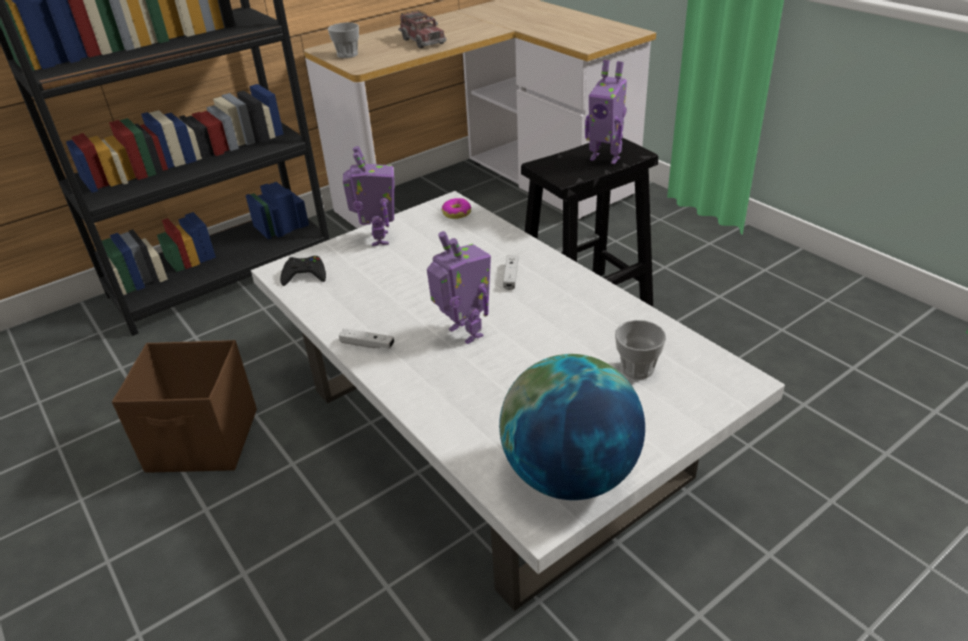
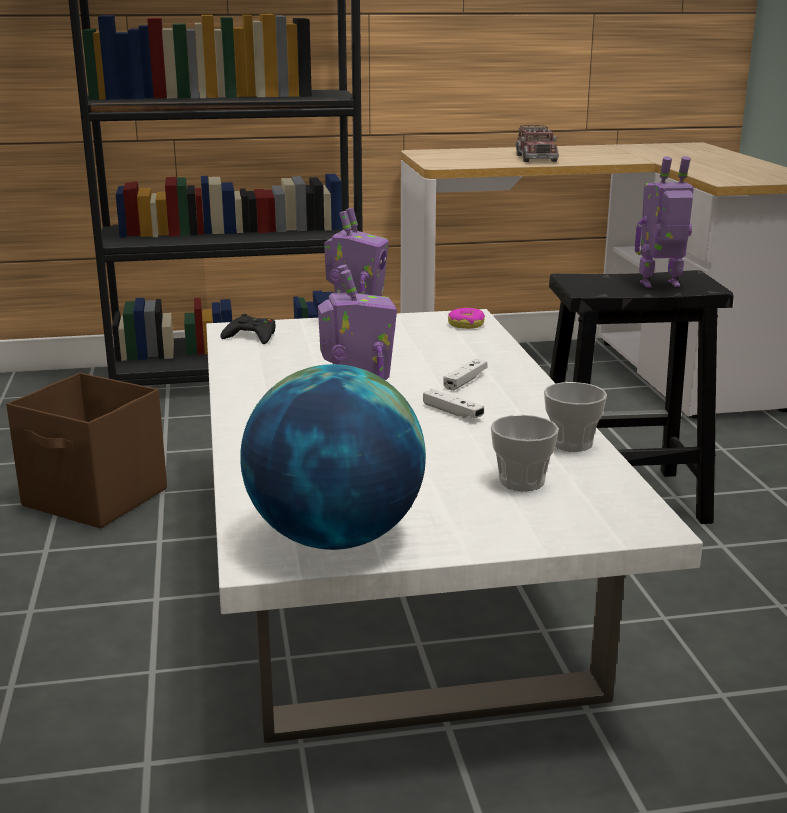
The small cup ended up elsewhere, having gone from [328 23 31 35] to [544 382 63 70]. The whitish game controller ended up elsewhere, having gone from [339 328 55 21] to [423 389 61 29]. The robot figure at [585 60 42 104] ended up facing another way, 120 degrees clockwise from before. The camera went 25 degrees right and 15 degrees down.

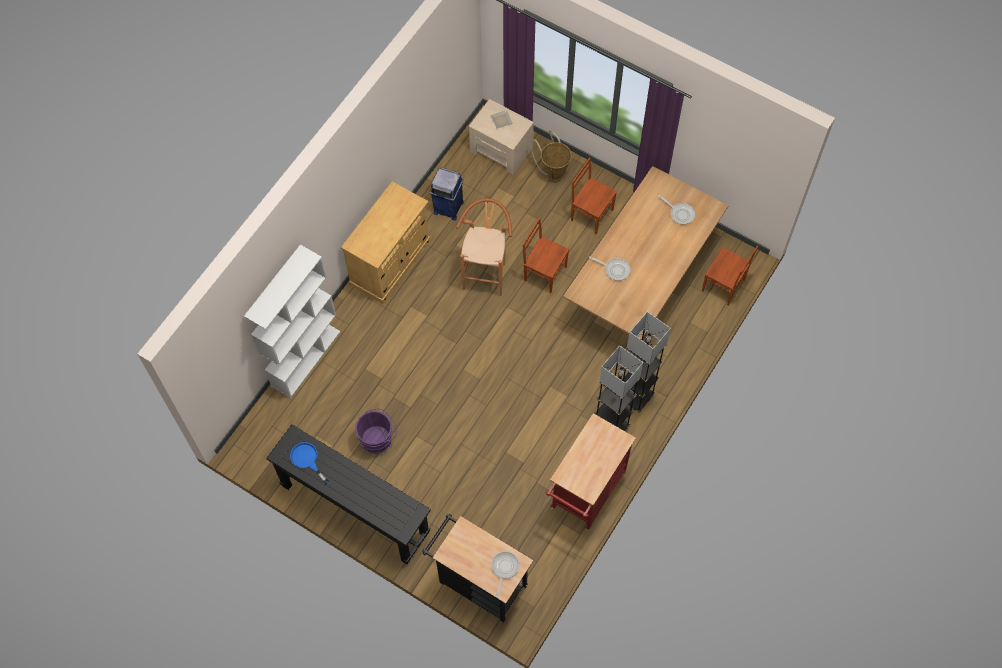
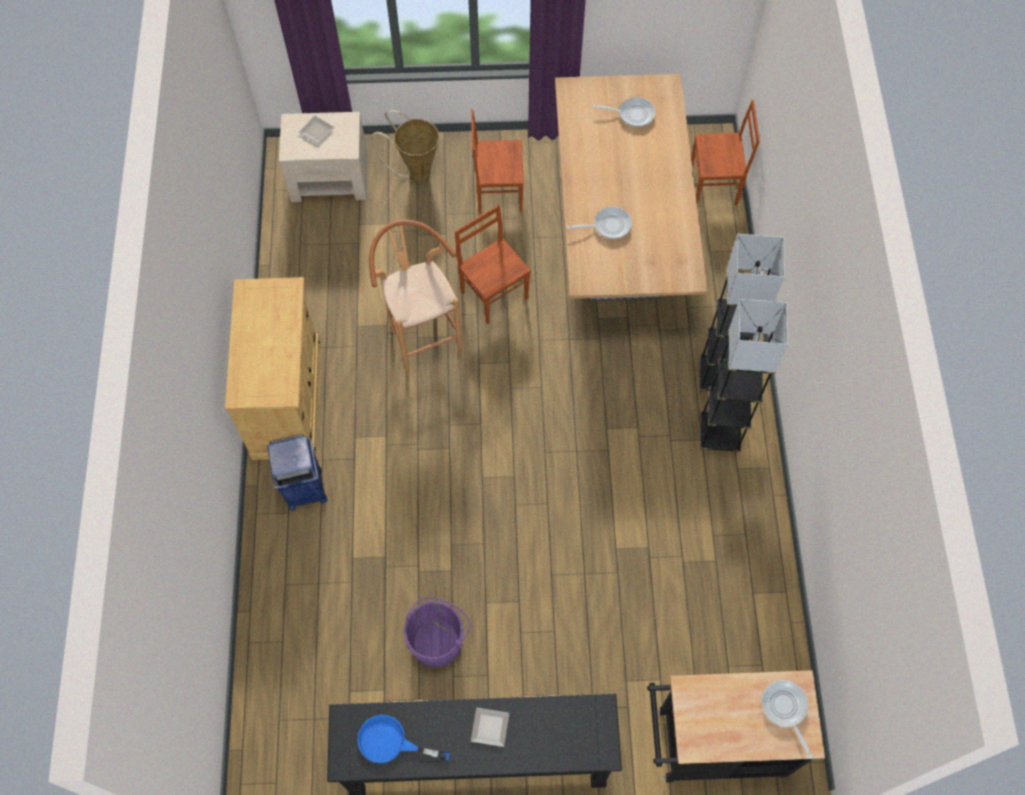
The second view lost the whitish bookcase at [244 245 96 153]. The bluish rubbish bin ended up elsewhere, having gone from [429 167 35 54] to [267 434 61 76]. The brownish chair at [523 218 46 75] ended up facing another way, 60 degrees clockwise from before. The second view lost the red cart at [546 413 90 117]. The second view gained the flat dish at [471 708 38 39]. The camera went 35 degrees left and 0 degrees up.

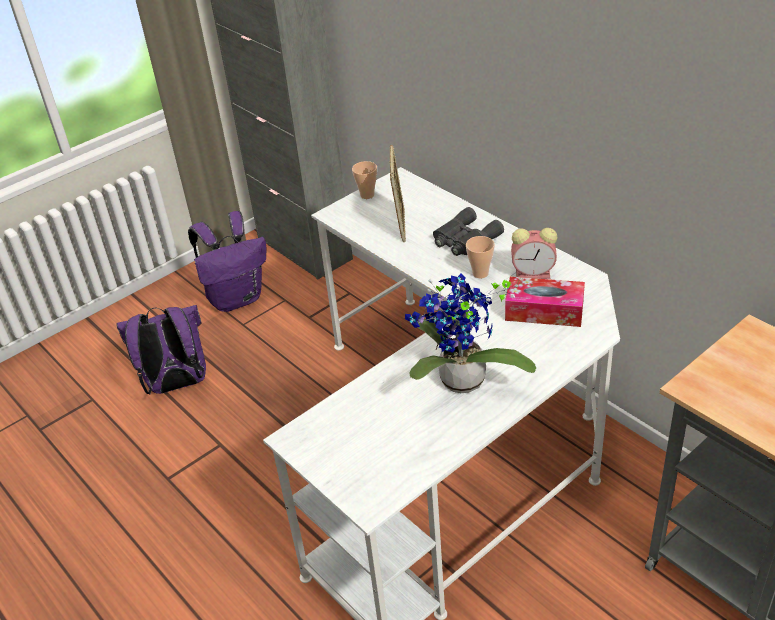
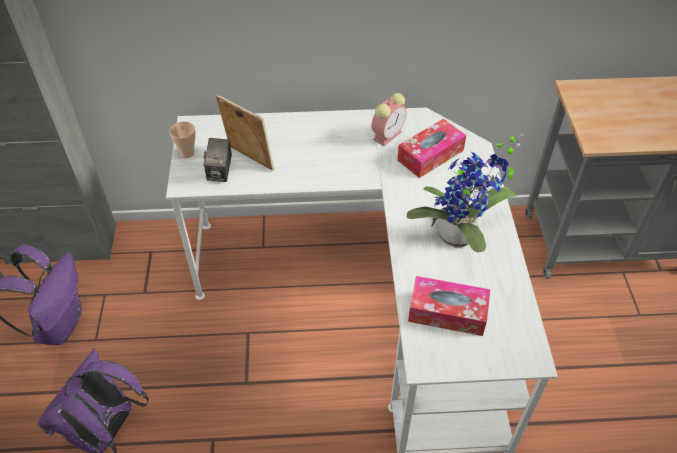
The second view lost the greyish field glasses at [433 207 71 49]. The second view lost the small cup at [466 236 29 42]. The second view gained the photo camera at [204 138 28 44]. The second view gained the box of tissues at [408 276 82 60]. The camera went 55 degrees left and 10 degrees up.

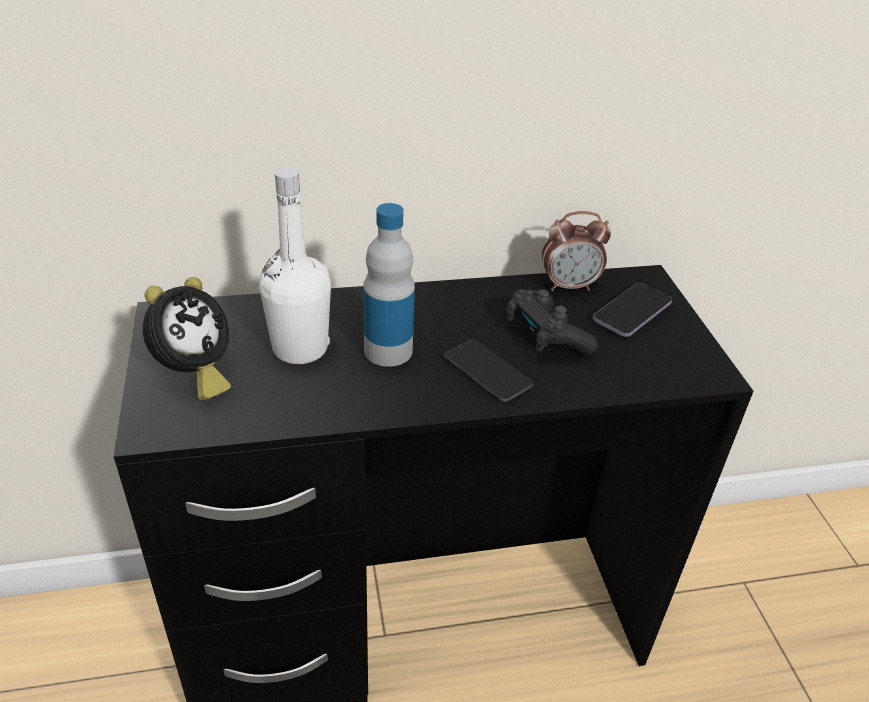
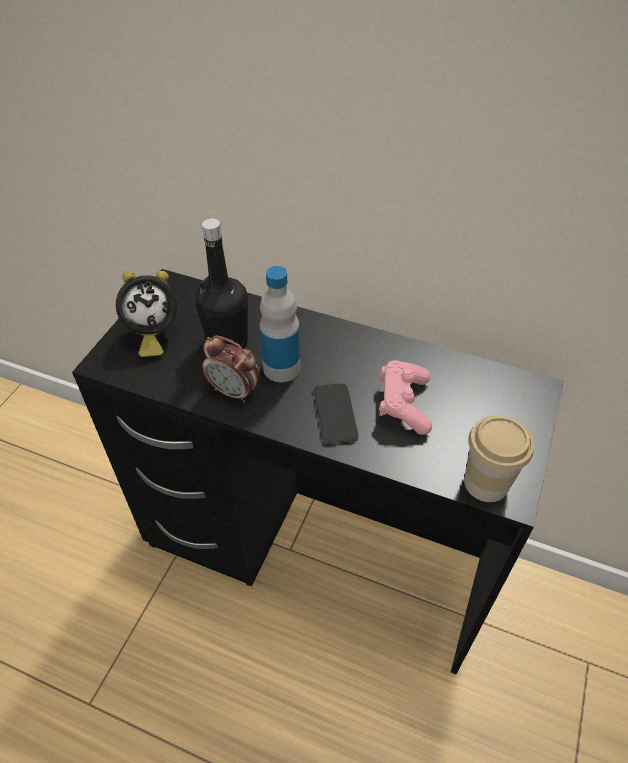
What was the whitish bottle at [259 168 72 196] turned into the blackish bottle at [195 219 53 130]. What was the blackish game controller at [507 289 91 66] turned into the pink game controller at [379 360 53 75]. The table clock ended up elsewhere, having gone from [542 211 69 80] to [202 335 58 68]. The second view lost the phone at [593 283 79 54]. The second view gained the small cup at [464 415 70 87]. The camera went 35 degrees right and 10 degrees up.

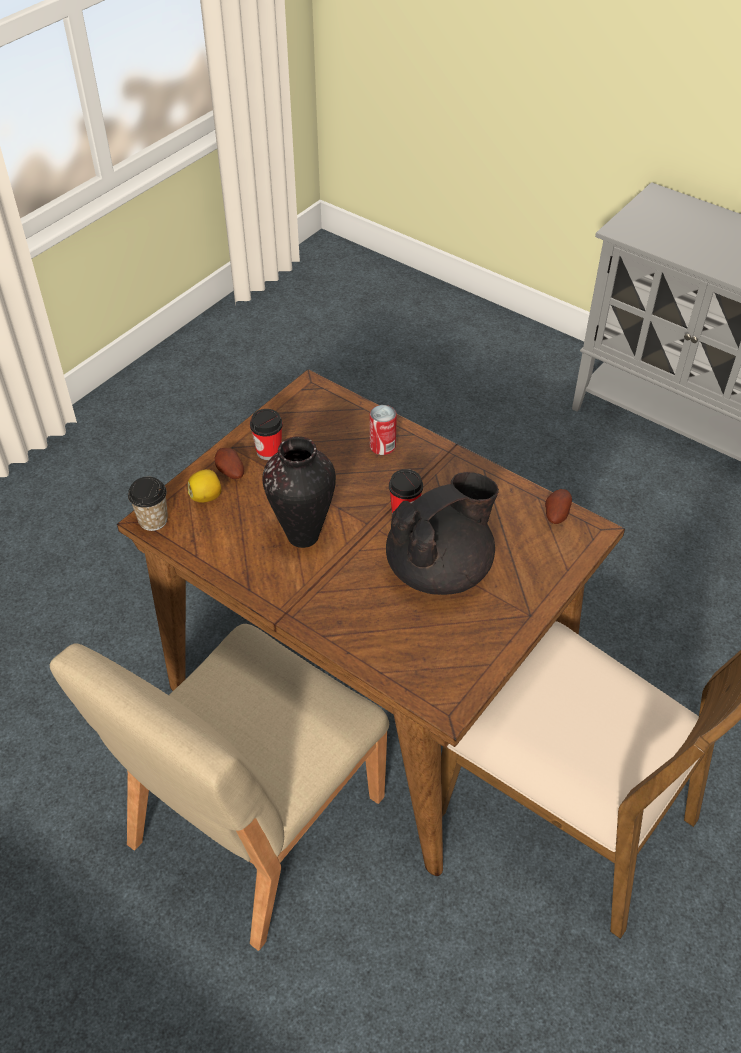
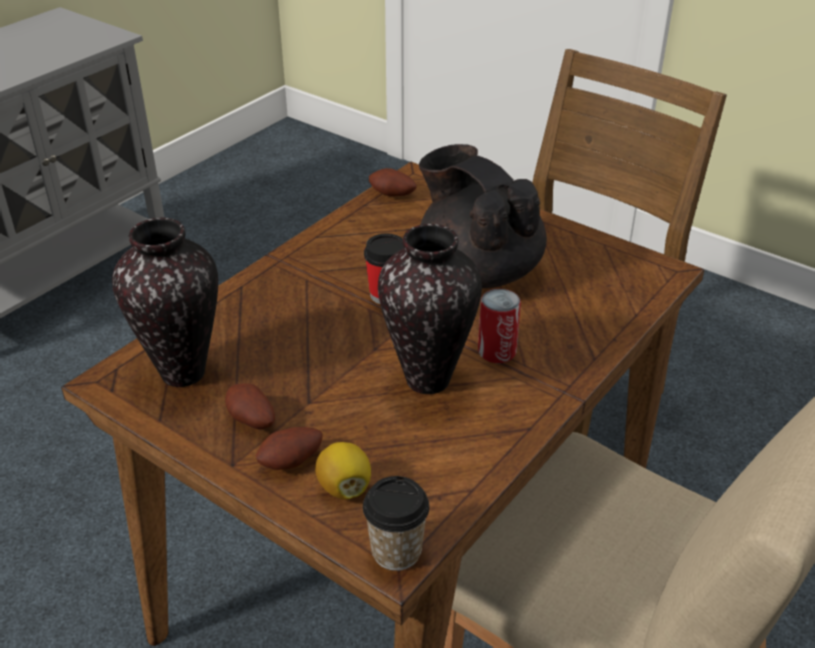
Where the small cup stood at [250 409 33 51], the spud came to stand at [225 383 50 46]. The sealed can ended up elsewhere, having gone from [370 405 27 50] to [478 289 43 74]. The second view gained the decorative vase at [112 218 106 169]. The camera went 90 degrees left and 10 degrees down.

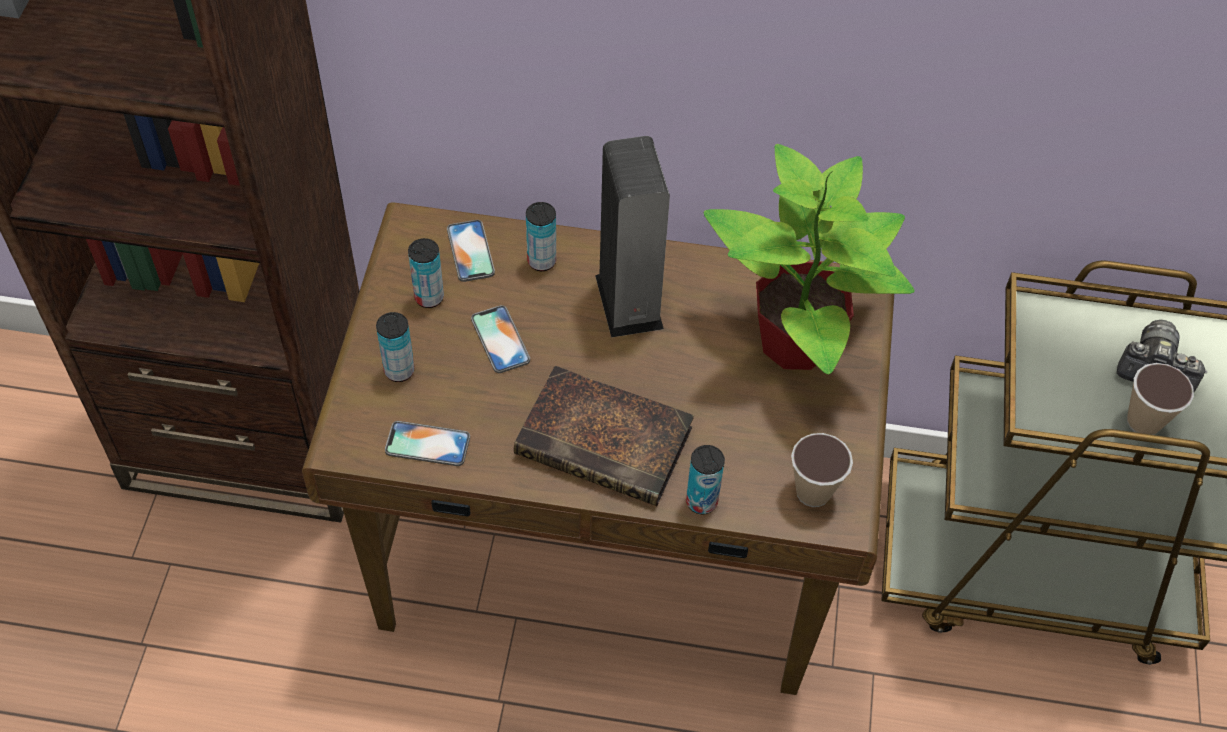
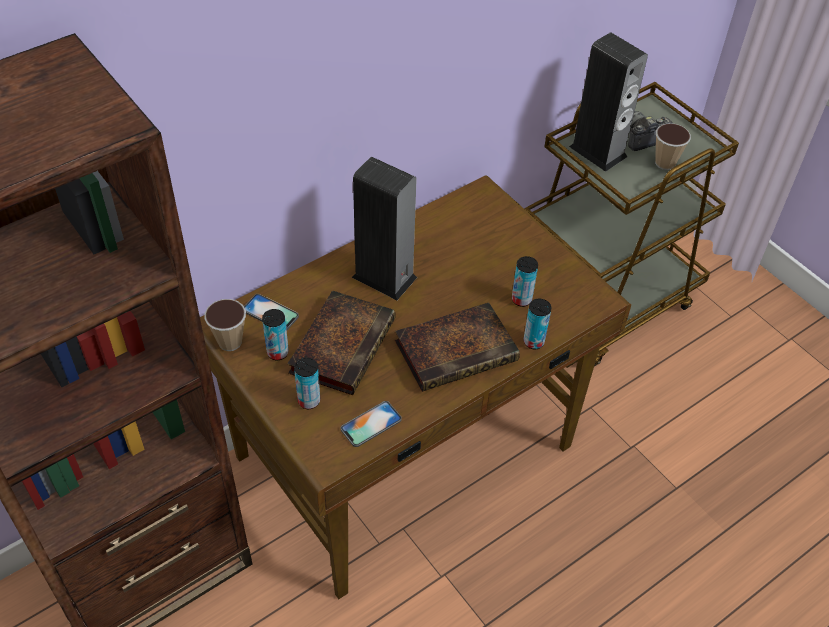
Where the phone stood at [471 305 59 68], the book came to stand at [287 290 109 105]. The sealed can ended up elsewhere, having gone from [526 202 30 69] to [512 256 26 51]. The second view lost the houseplant at [704 144 210 231]. The small cup ended up elsewhere, having gone from [791 433 62 74] to [204 299 42 52]. The second view gained the audio speaker at [569 32 79 140]. The camera went 45 degrees left and 5 degrees down.

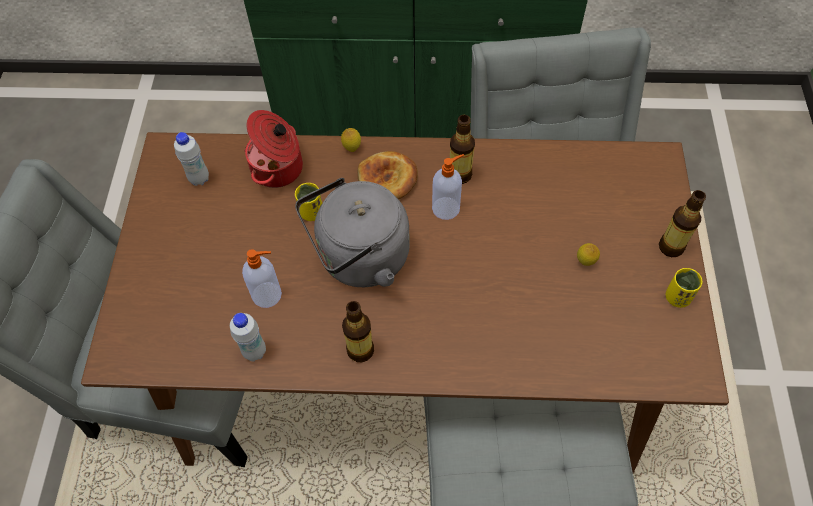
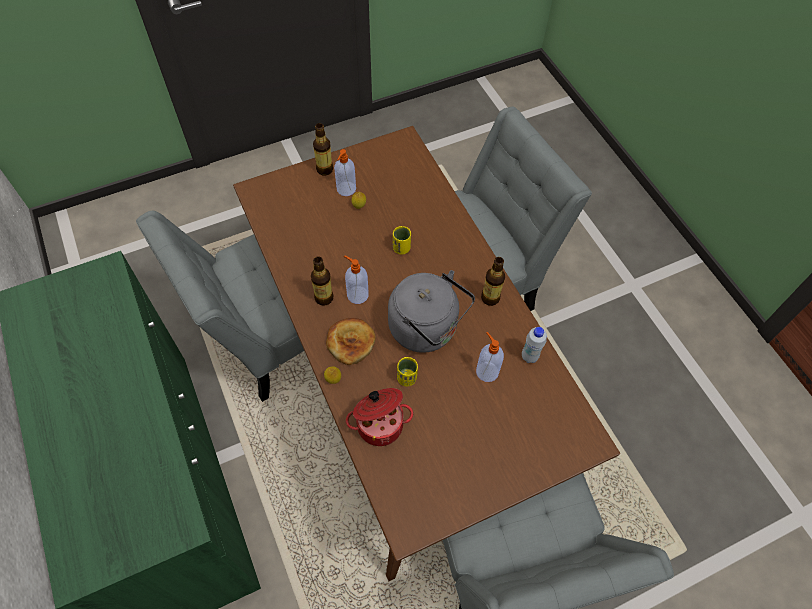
The second view lost the whitish bottle at [174 132 35 54]. The yellow-coloured small cup ended up elsewhere, having gone from [665 268 37 40] to [393 226 18 29]. The second view gained the liquid soap bottle at [334 149 22 47]. The camera went 120 degrees left and 0 degrees up.

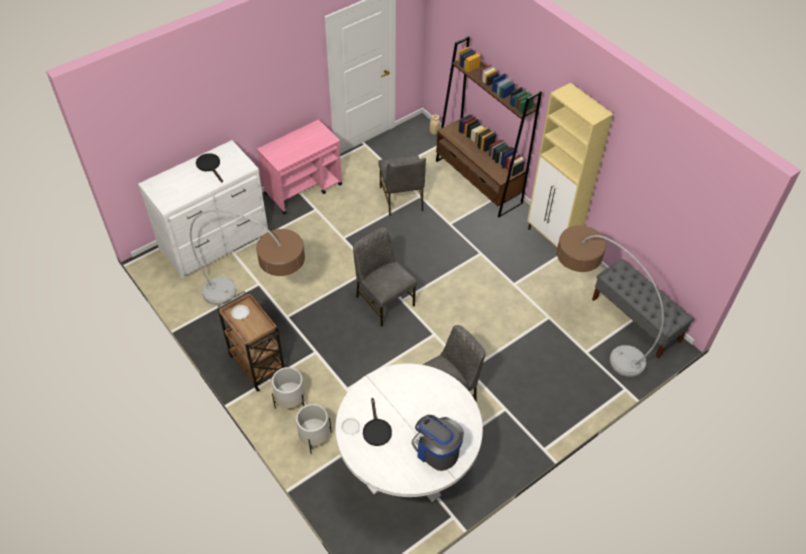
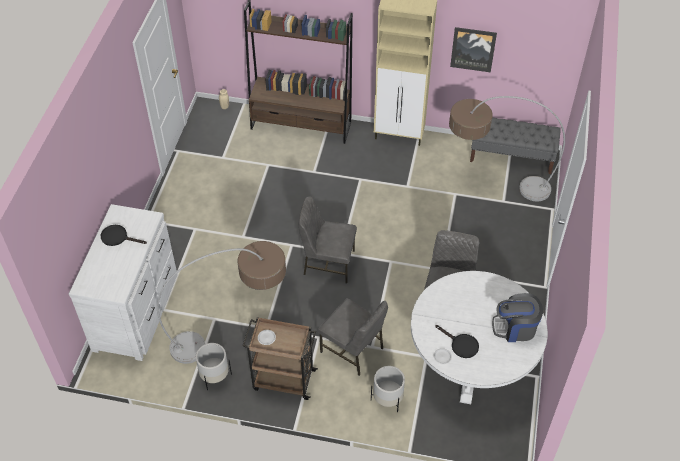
The second view lost the pink cart at [257 120 85 94]. The whitish flower pot ended up elsewhere, having gone from [272 367 33 42] to [196 343 36 47]. The greyish chair ended up elsewhere, having gone from [379 155 47 61] to [318 298 70 78]. The second view gained the wall picture at [450 27 47 45]. The camera went 40 degrees left and 0 degrees up.

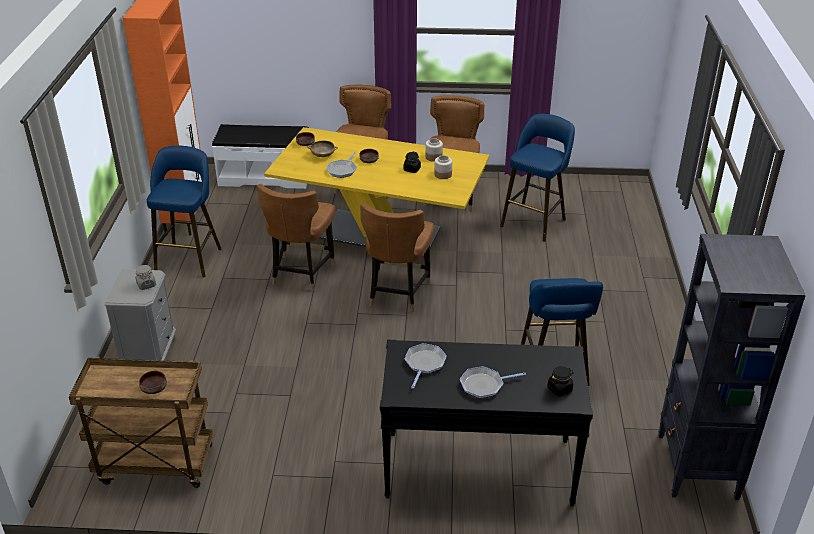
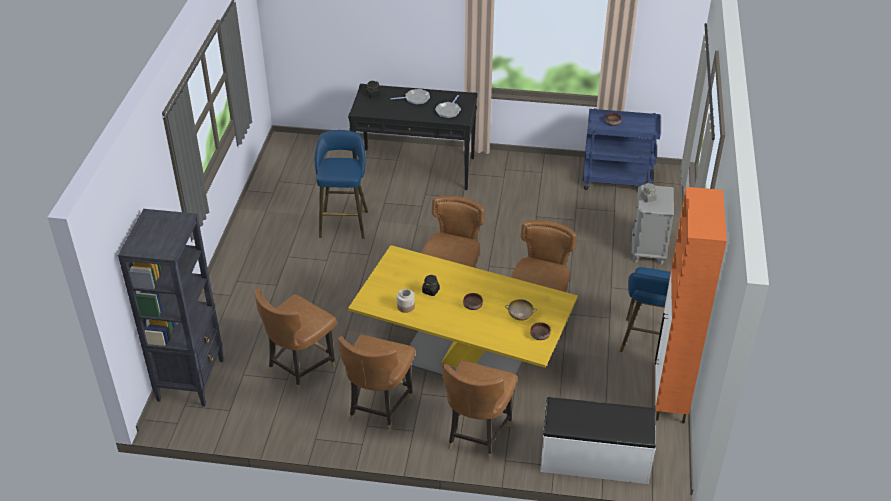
What was the brownish cart at [69 357 144 131] turned into the bluish cart at [583 108 78 82]. The second view lost the pan at [326 152 31 26]. The second view lost the jar at [434 155 18 24]. Where the bluish stool stood at [500 114 75 128], the brownish chair came to stand at [254 288 83 104]. The blackish bookcase ended up elsewhere, having gone from [658 234 148 266] to [118 209 106 198]. The camera went 175 degrees left and 5 degrees up.

